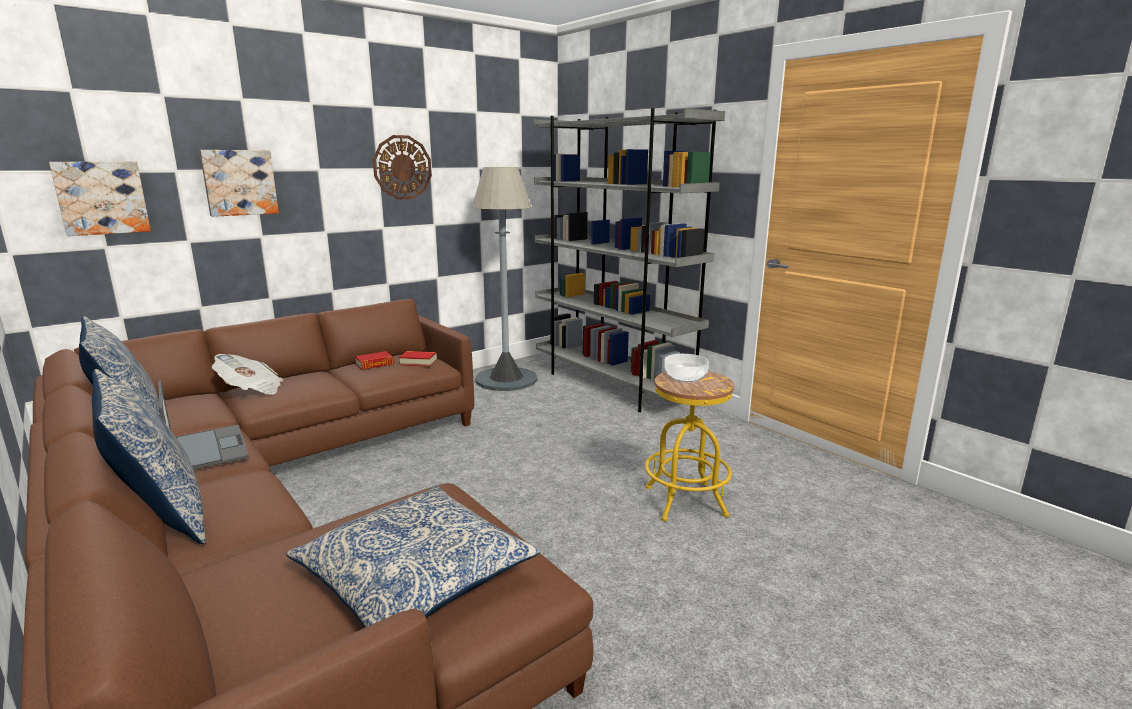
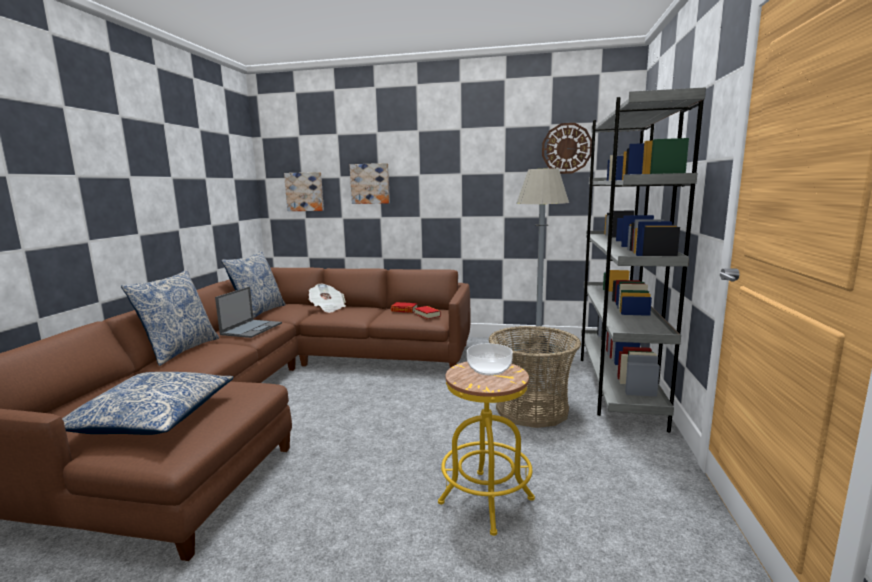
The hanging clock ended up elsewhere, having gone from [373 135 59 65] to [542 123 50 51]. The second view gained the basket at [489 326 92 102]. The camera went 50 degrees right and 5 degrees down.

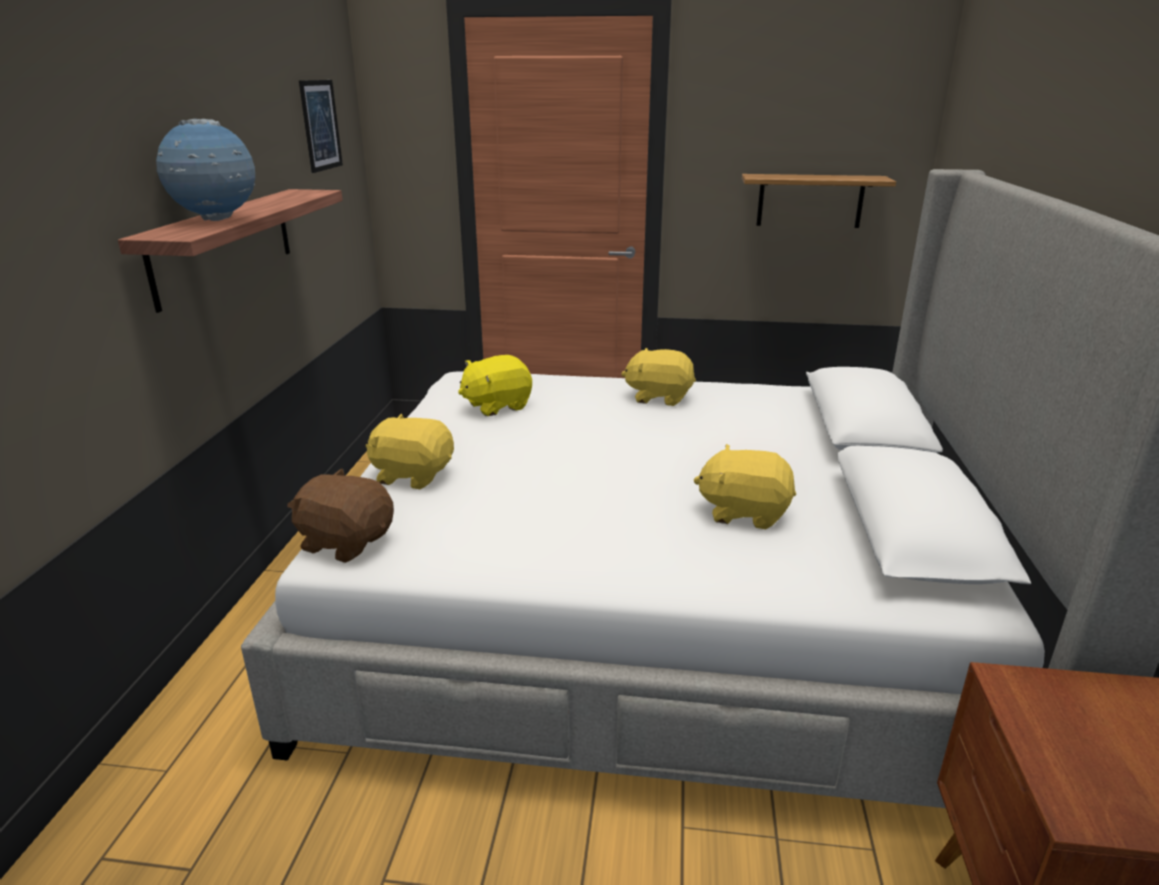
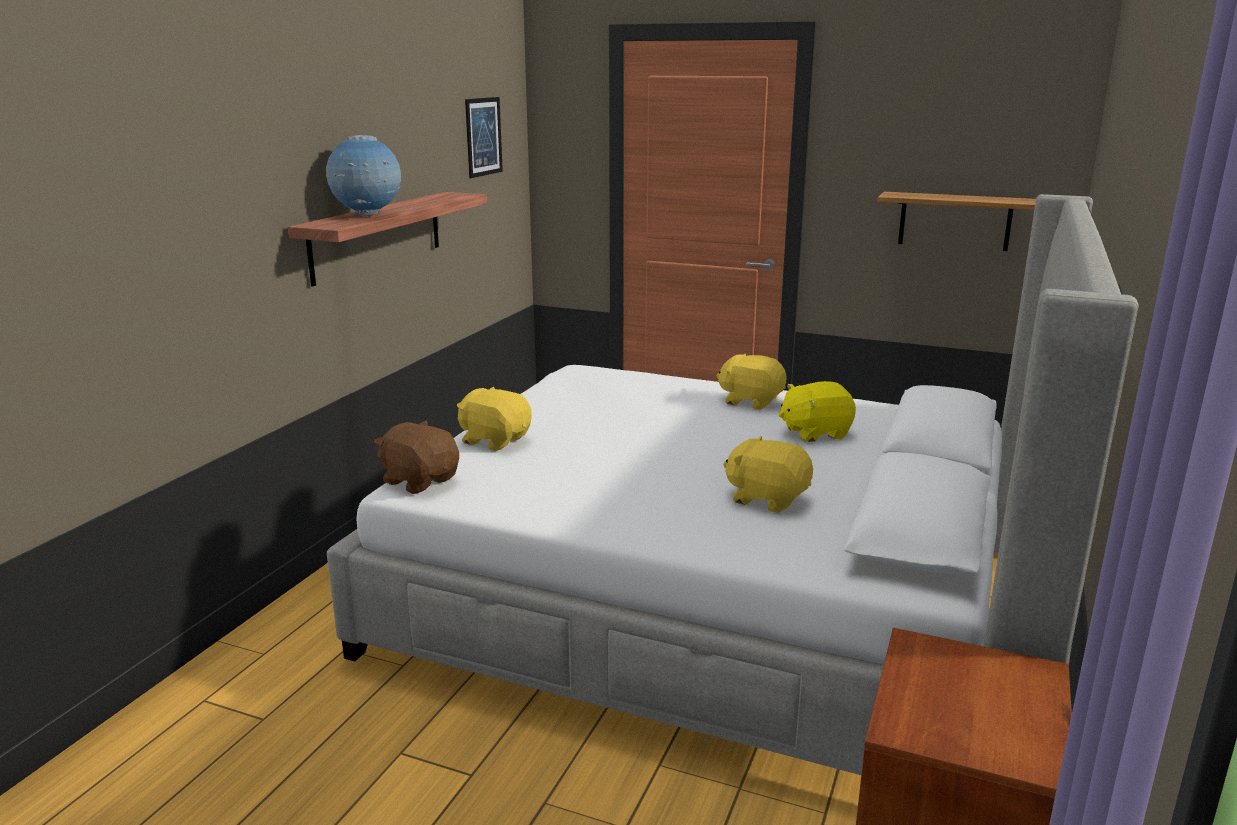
The yellow-coloured soft toy ended up elsewhere, having gone from [458 355 74 61] to [779 381 77 61]. The camera went 15 degrees right and 5 degrees down.

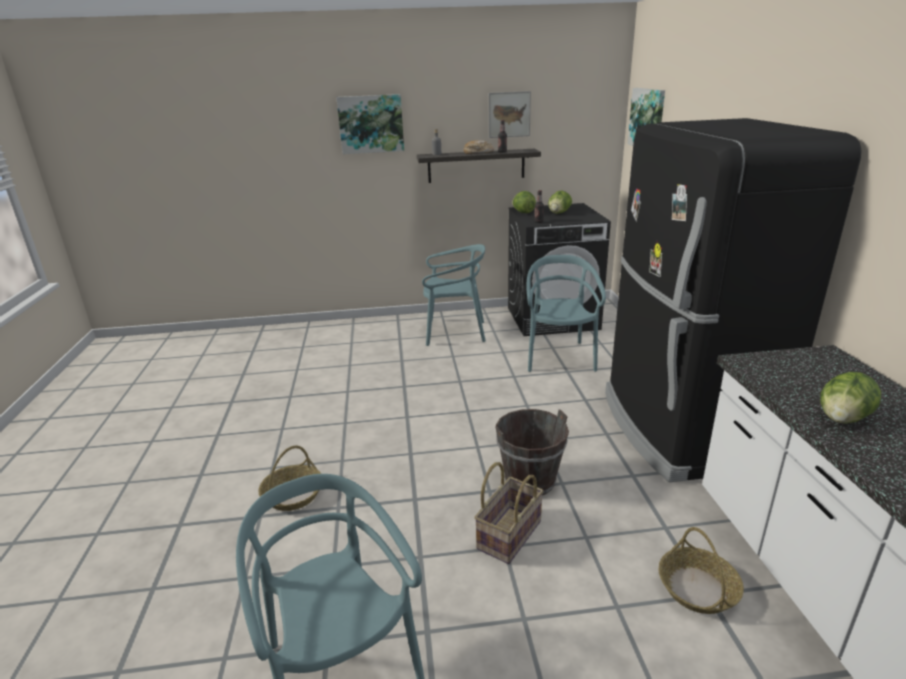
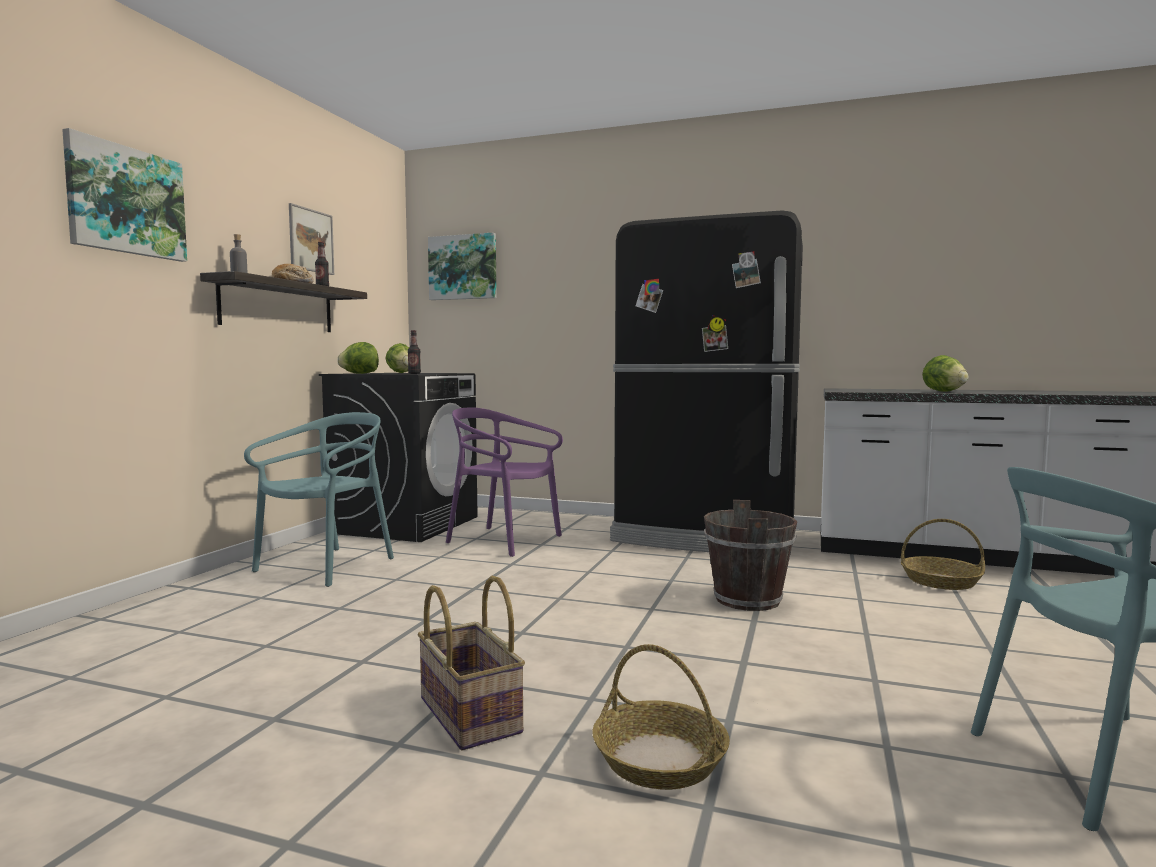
The basket ended up elsewhere, having gone from [474 462 69 102] to [418 576 107 174]. What was the turquoise-coloured chair at [526 255 80 117] turned into the purple chair at [446 407 117 150]. The camera went 65 degrees left and 20 degrees down.

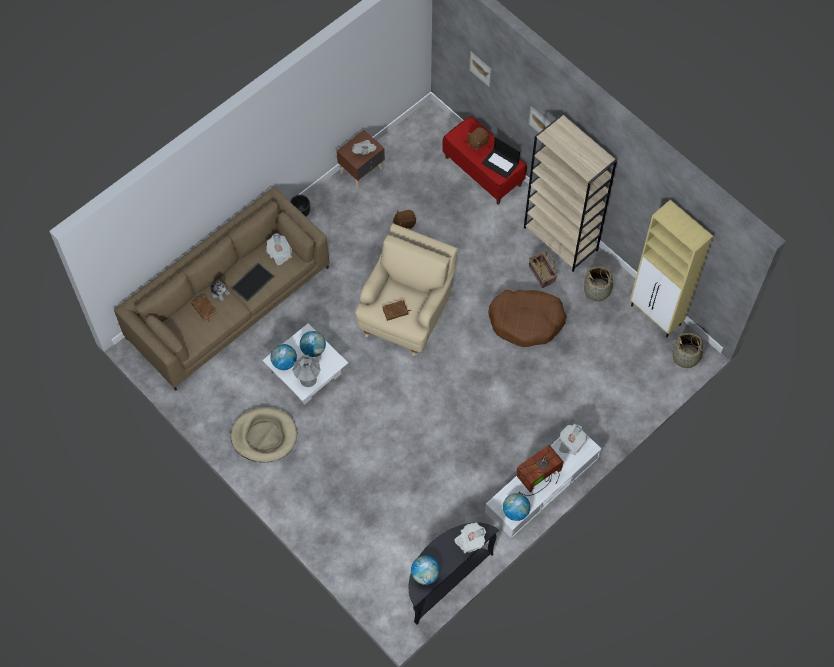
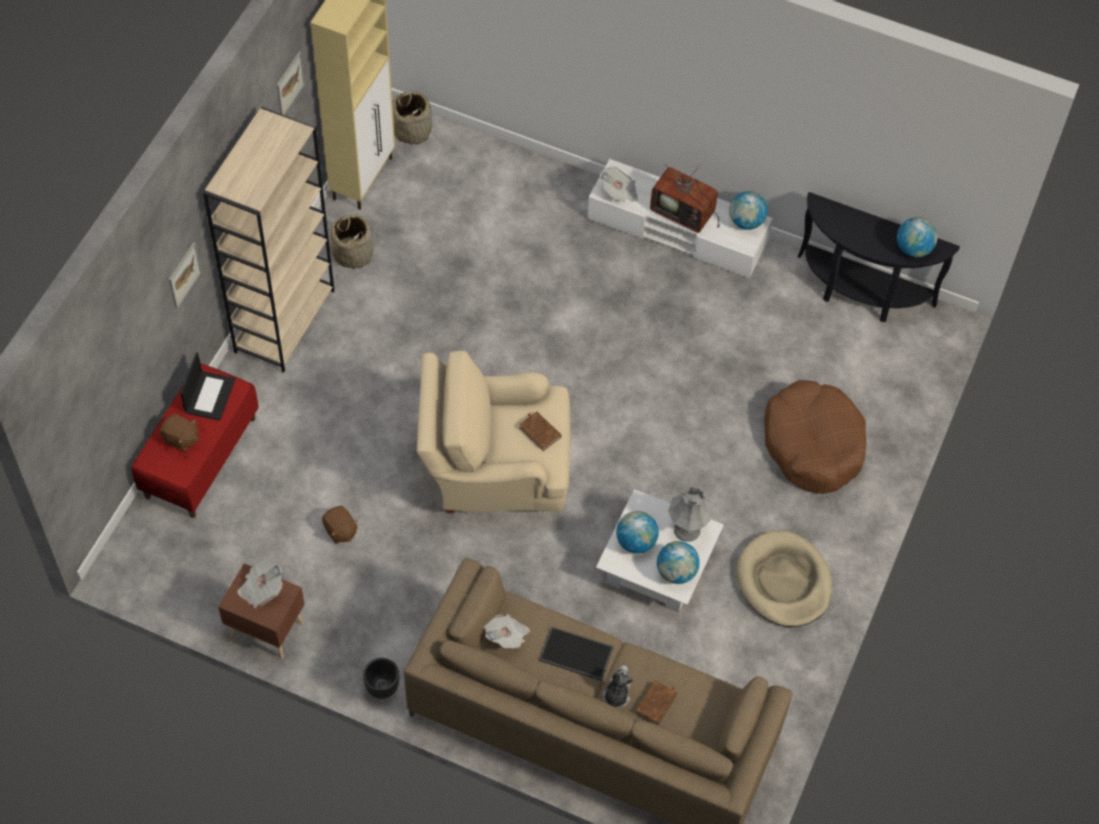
The second view lost the printed paper at [454 523 32 30]. The wall picture ended up elsewhere, having gone from [469 52 23 36] to [276 52 29 63]. The brownish dog cushion ended up elsewhere, having gone from [488 290 78 57] to [764 380 102 114]. The second view lost the basket at [529 251 28 37]. The camera went 115 degrees left and 5 degrees down.

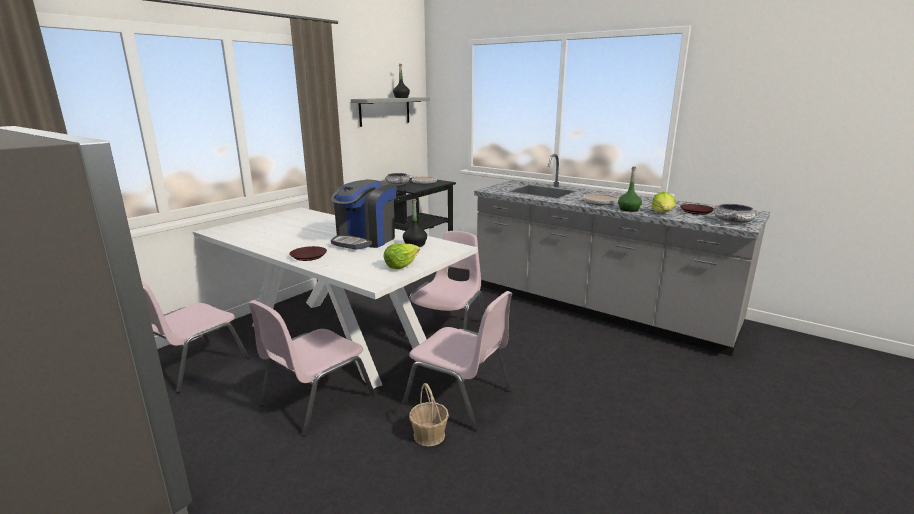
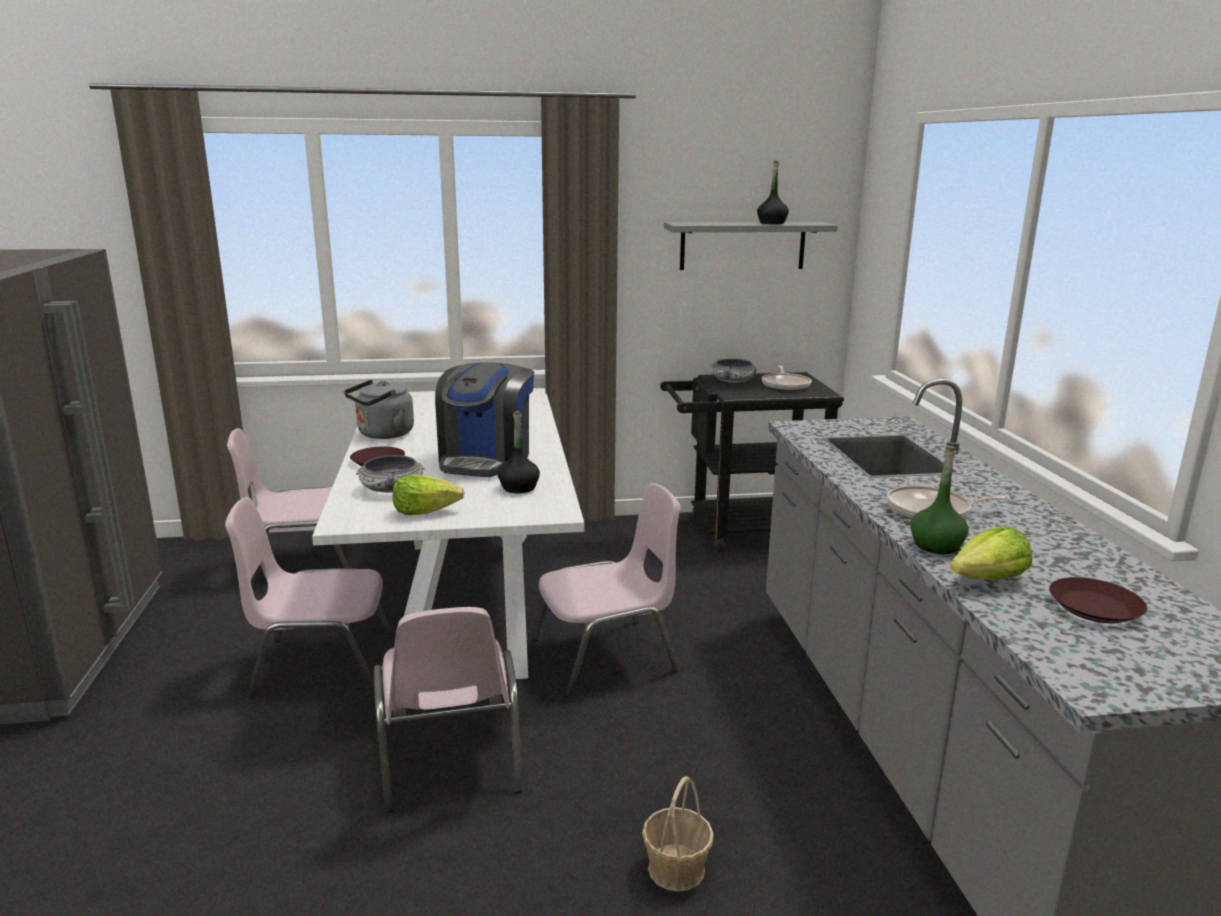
The coffee brewer at [331 179 66 71] ended up facing another way, 60 degrees counterclockwise from before. The basket ended up elsewhere, having gone from [409 383 40 64] to [642 776 72 116]. The bowl ended up elsewhere, having gone from [713 204 44 20] to [356 455 69 38]. The second view gained the greyish kettle at [344 380 70 59]. The camera went 45 degrees right and 0 degrees up.

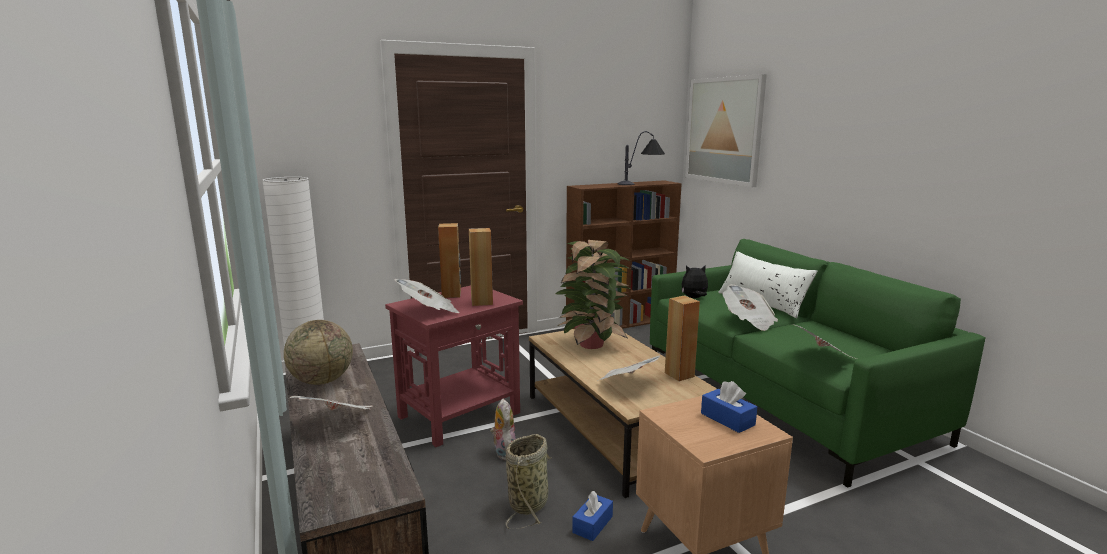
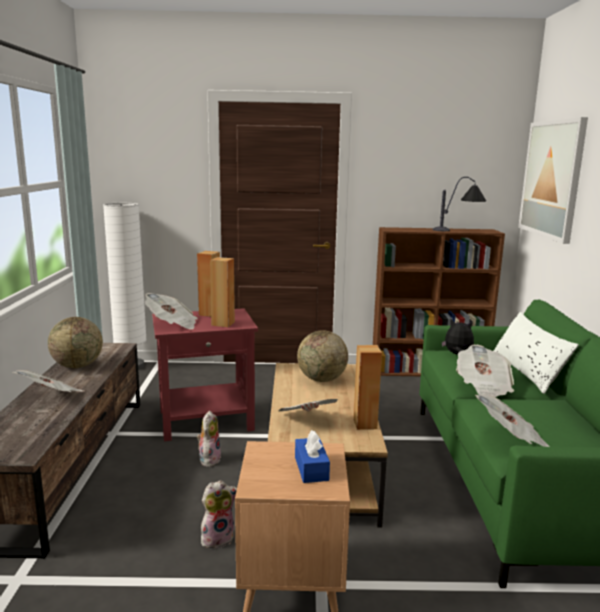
The second view lost the basket at [506 434 45 95]. Where the houseplant stood at [555 240 76 109], the desk globe came to stand at [297 330 51 52]. Where the bluish box of tissues stood at [572 491 41 50], the soft toy came to stand at [201 481 36 67]. The camera went 25 degrees right and 0 degrees up.

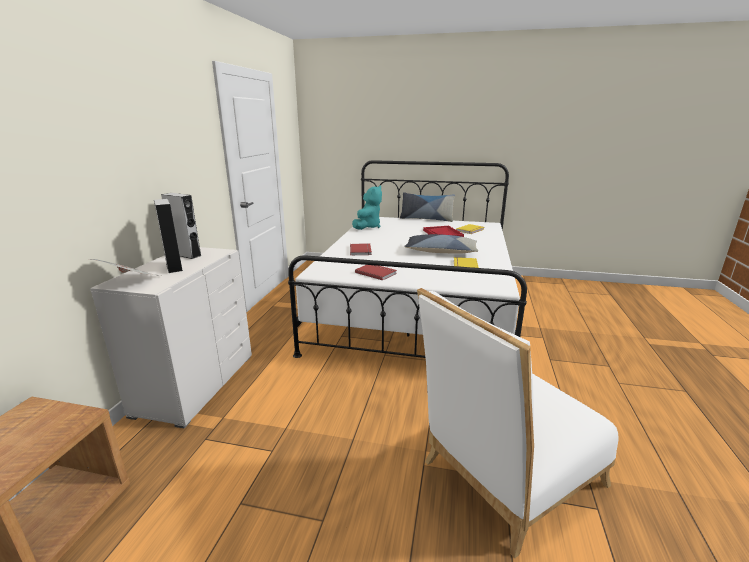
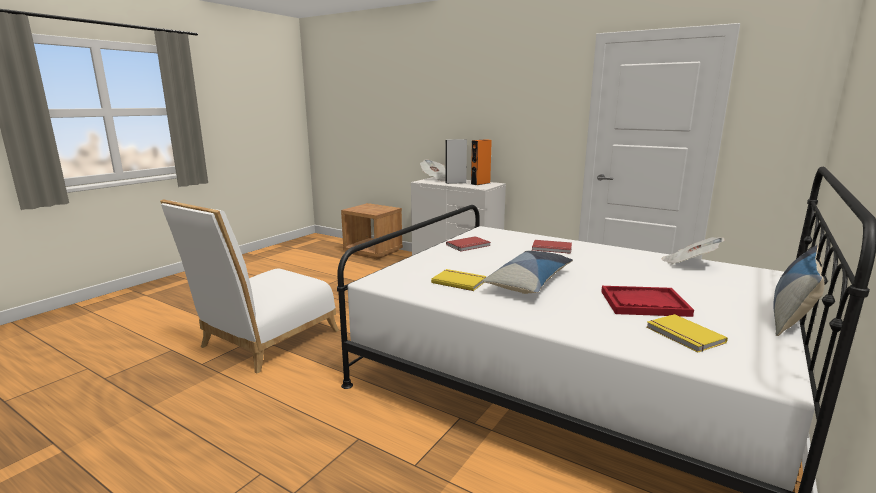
What was the greyish audio speaker at [161 193 40 66] turned into the orangey audio speaker at [471 139 21 46]. Where the turquoise-coloured soft toy stood at [352 185 30 45], the printed paper came to stand at [661 237 64 27]. The whitish chair at [417 288 201 270] ended up facing another way, 135 degrees counterclockwise from before. The camera went 110 degrees right and 5 degrees down.

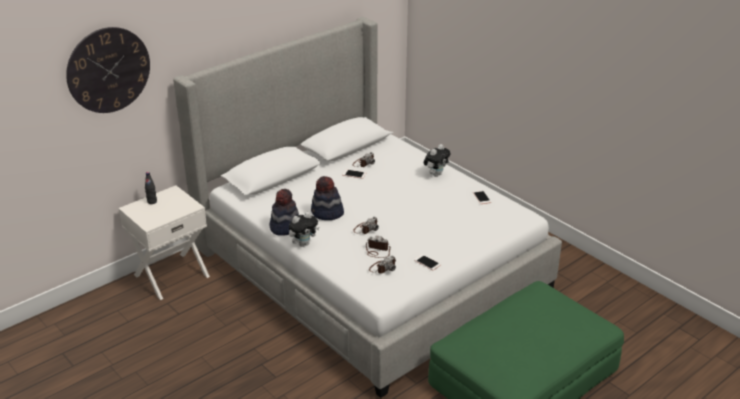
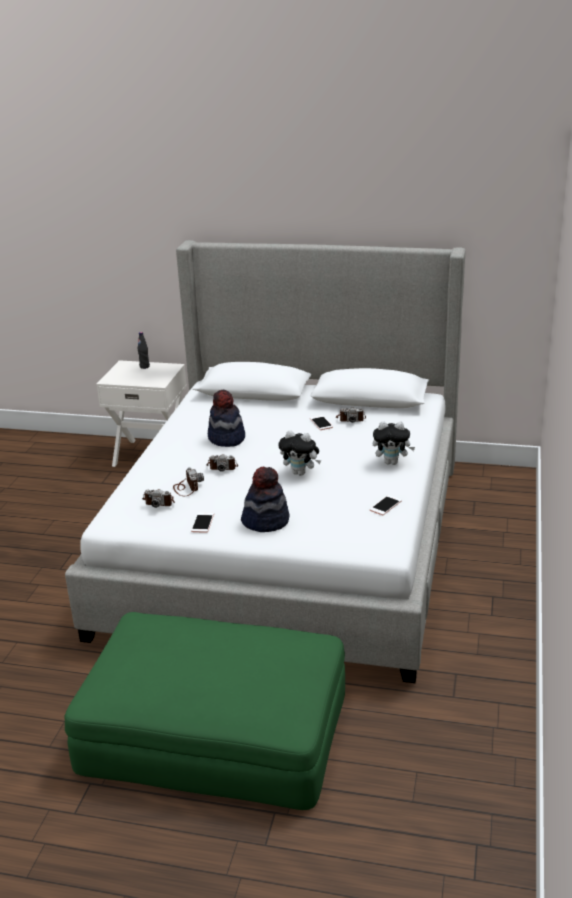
The second view lost the hanging clock at [66 27 84 86]. The hat ended up elsewhere, having gone from [270 189 29 47] to [241 467 49 65]. The soft toy ended up elsewhere, having gone from [289 212 30 35] to [278 430 43 46]. The camera went 55 degrees right and 5 degrees down.

